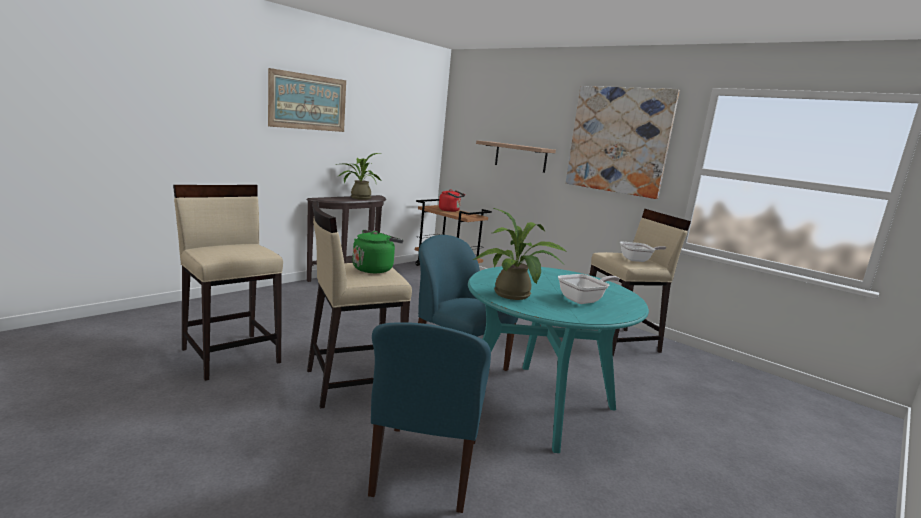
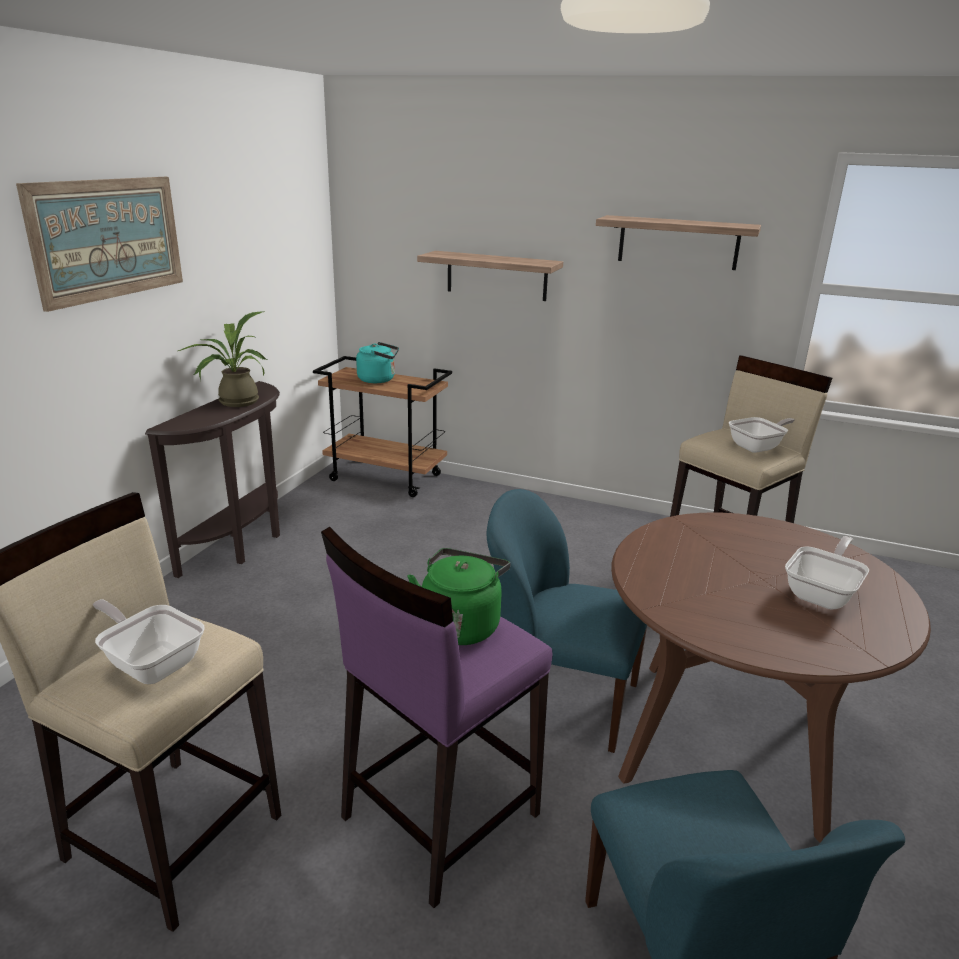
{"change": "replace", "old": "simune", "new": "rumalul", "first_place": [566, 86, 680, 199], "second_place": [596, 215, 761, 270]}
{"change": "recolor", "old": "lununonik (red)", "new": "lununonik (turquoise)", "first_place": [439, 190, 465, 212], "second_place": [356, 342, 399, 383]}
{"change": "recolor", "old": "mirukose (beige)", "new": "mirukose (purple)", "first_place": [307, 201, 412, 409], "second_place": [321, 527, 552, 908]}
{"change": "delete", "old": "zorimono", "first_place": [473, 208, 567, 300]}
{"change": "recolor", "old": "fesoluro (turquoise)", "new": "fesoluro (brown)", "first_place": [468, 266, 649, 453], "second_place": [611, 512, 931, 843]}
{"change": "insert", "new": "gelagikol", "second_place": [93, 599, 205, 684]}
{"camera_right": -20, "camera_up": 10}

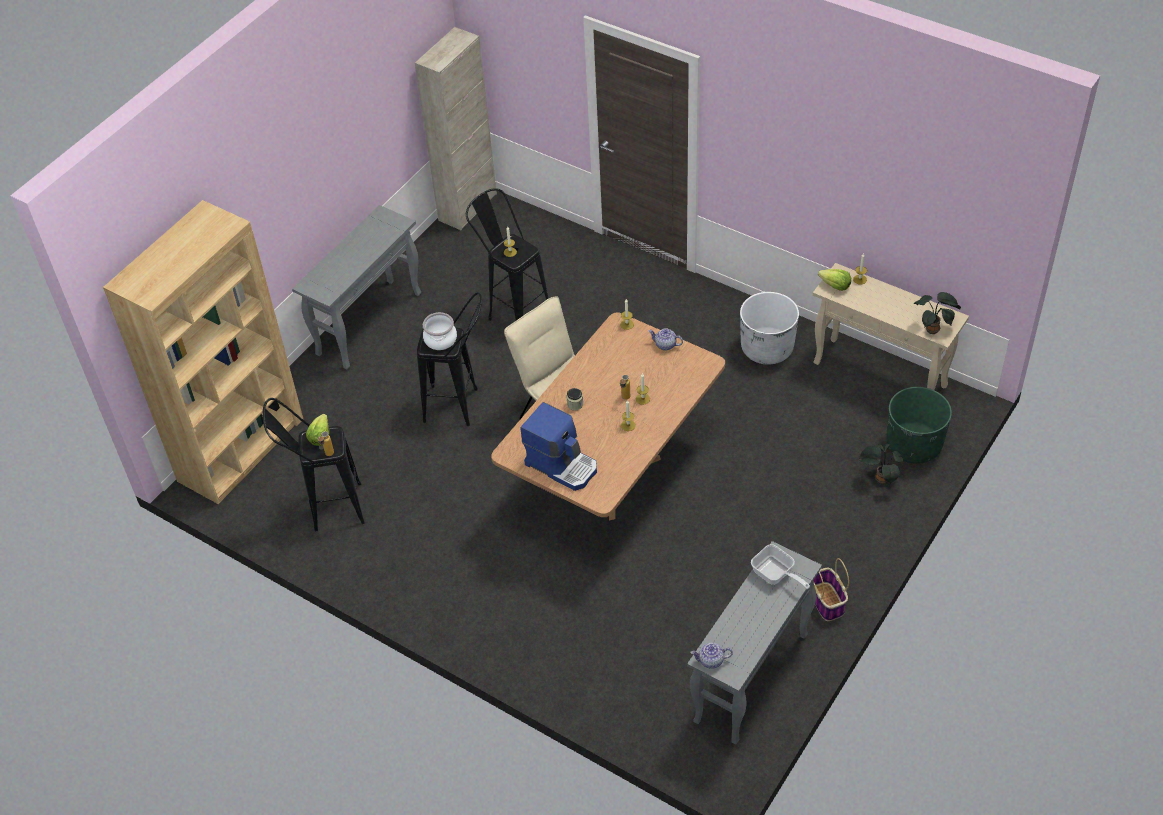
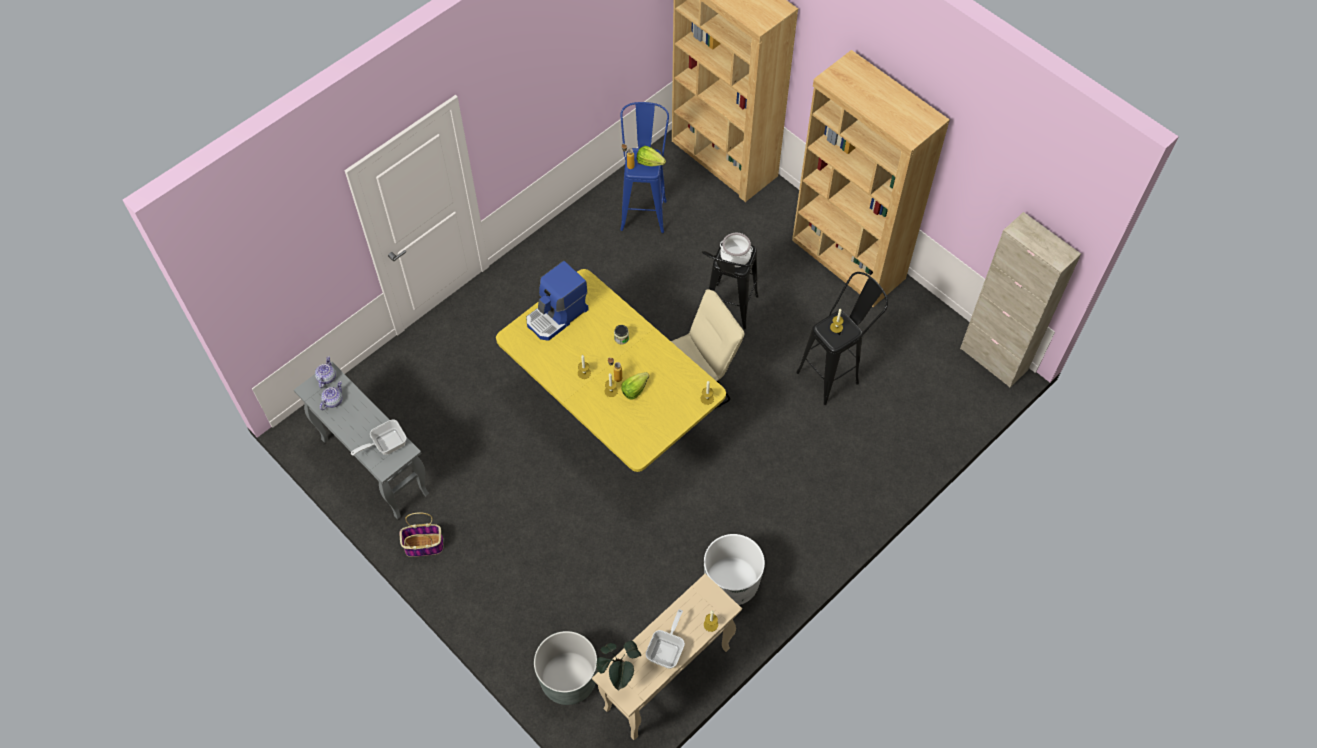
{"change": "replace", "old": "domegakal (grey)", "new": "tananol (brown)", "first_place": [292, 205, 421, 370], "second_place": [792, 50, 950, 307]}
{"change": "move", "old": "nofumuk", "first_place": [818, 269, 851, 291], "second_place": [621, 372, 649, 400]}
{"change": "recolor", "old": "fesoluro (brown)", "new": "fesoluro (yellow)", "first_place": [491, 313, 725, 521], "second_place": [496, 269, 726, 472]}
{"change": "move", "old": "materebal", "first_place": [649, 328, 683, 350], "second_place": [320, 381, 342, 410]}
{"change": "recolor", "old": "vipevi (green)", "new": "vipevi (grey)", "first_place": [886, 387, 952, 464], "second_place": [534, 631, 597, 705]}
{"change": "recolor", "old": "mirukose (black)", "new": "mirukose (blue)", "first_place": [262, 398, 365, 531], "second_place": [620, 102, 669, 233]}
{"change": "delete", "old": "zorimono", "first_place": [859, 444, 903, 485]}
{"change": "insert", "new": "gelagikol", "second_place": [646, 609, 685, 669]}
{"camera_right": 100, "camera_up": 10}

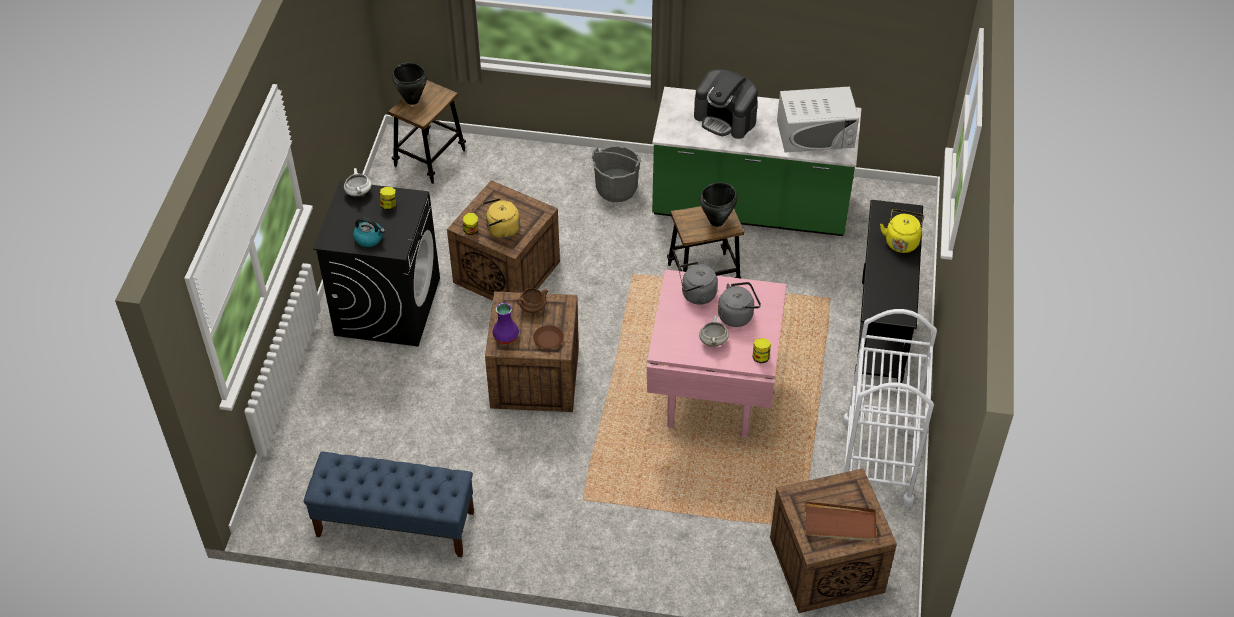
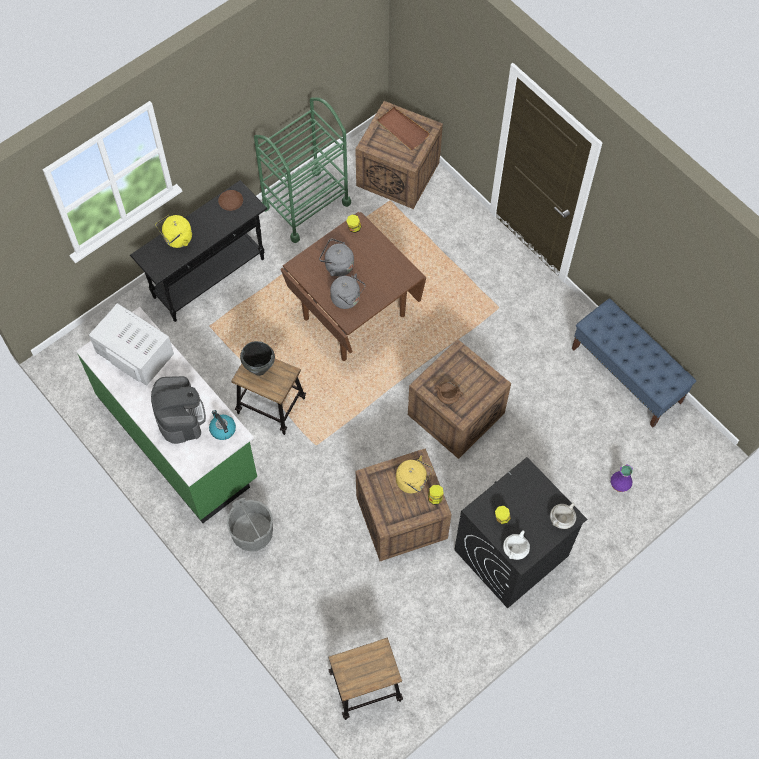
{"change": "delete", "old": "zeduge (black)", "first_place": [392, 63, 427, 105]}
{"change": "move", "old": "lununonik", "first_place": [353, 218, 385, 247], "second_place": [209, 410, 236, 440]}
{"change": "recolor", "old": "fesoluro (pink)", "new": "fesoluro (brown)", "first_place": [647, 270, 787, 438], "second_place": [280, 212, 426, 361]}
{"change": "move", "old": "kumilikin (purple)", "first_place": [492, 303, 519, 344], "second_place": [611, 464, 633, 492]}
{"change": "recolor", "old": "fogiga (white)", "new": "fogiga (green)", "first_place": [842, 309, 937, 507], "second_place": [254, 98, 351, 243]}
{"change": "move", "old": "zeduge (white)", "first_place": [699, 316, 729, 347], "second_place": [550, 502, 576, 529]}
{"change": "move", "old": "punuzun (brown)", "first_place": [533, 325, 564, 349], "second_place": [218, 190, 243, 211]}
{"camera_right": -140, "camera_up": 15}

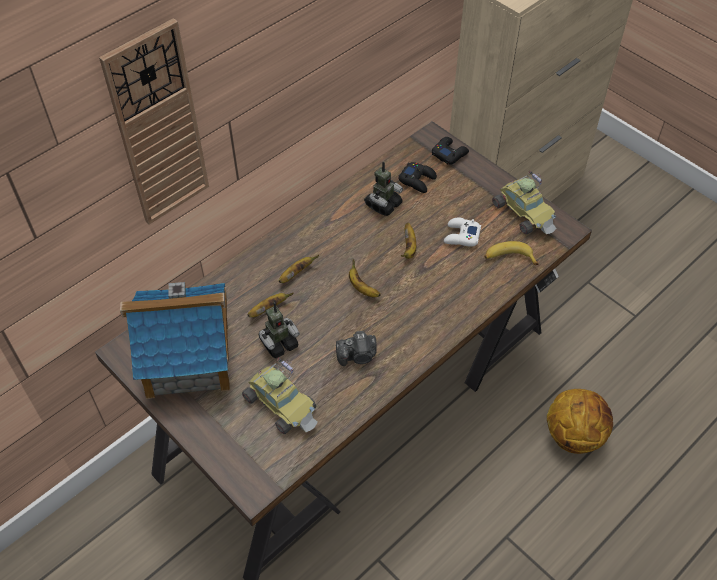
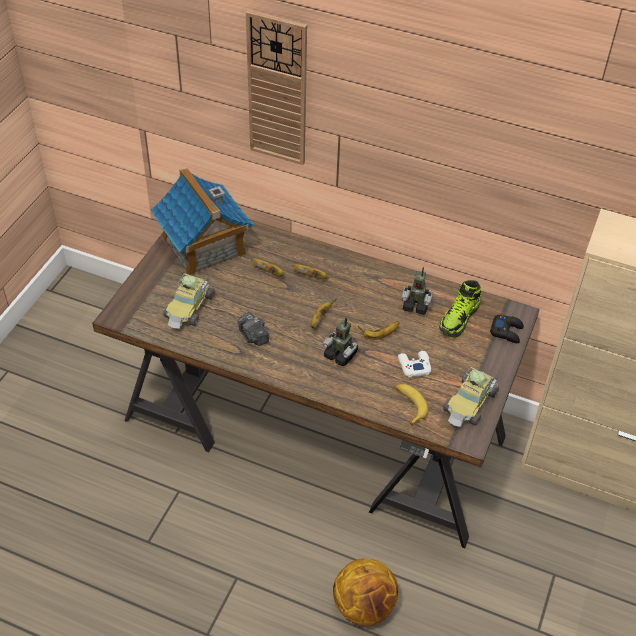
{"change": "replace", "old": "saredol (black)", "new": "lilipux", "first_place": [398, 162, 437, 193], "second_place": [439, 280, 481, 338]}
{"change": "move", "old": "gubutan", "first_place": [259, 302, 300, 358], "second_place": [323, 317, 358, 366]}
{"camera_right": 65, "camera_up": -5}

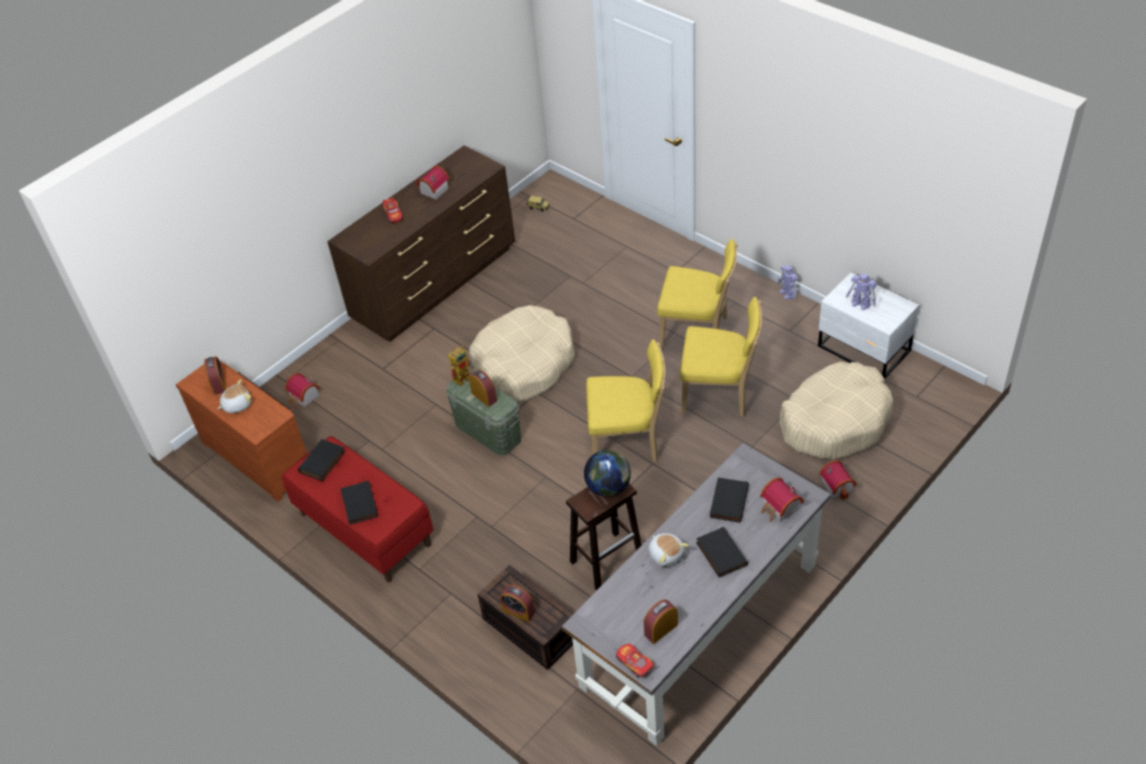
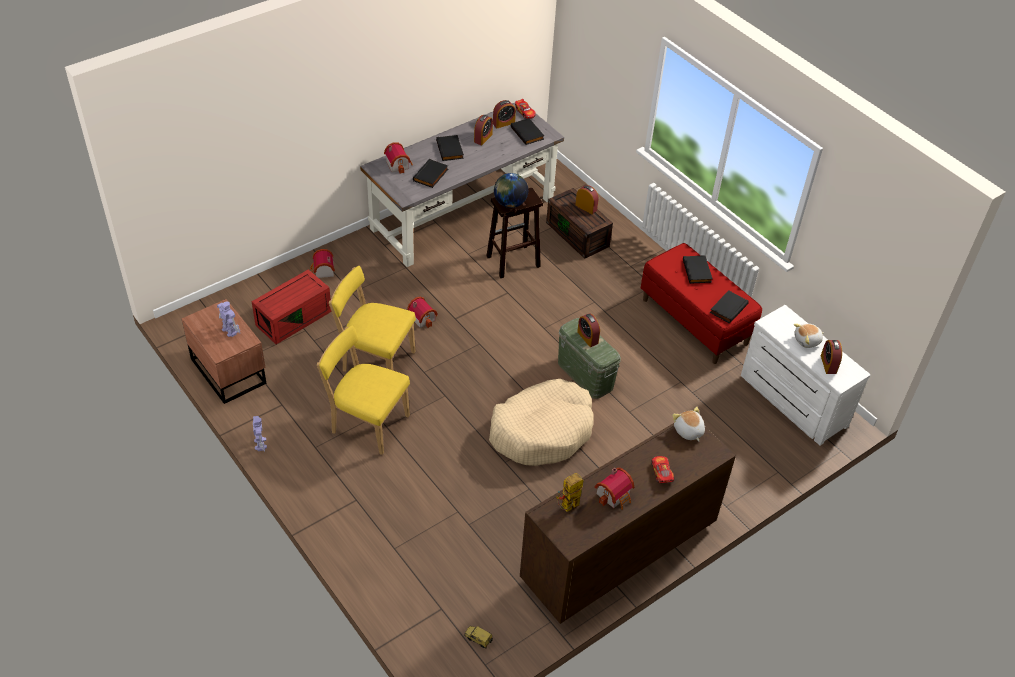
{"change": "recolor", "old": "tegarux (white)", "new": "tegarux (brown)", "first_place": [818, 273, 919, 379], "second_place": [181, 299, 267, 404]}
{"change": "delete", "old": "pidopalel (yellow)", "first_place": [586, 339, 665, 462]}
{"change": "move", "old": "gubutan", "first_place": [448, 345, 474, 386], "second_place": [556, 473, 584, 512]}
{"change": "recolor", "old": "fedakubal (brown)", "new": "fedakubal (white)", "first_place": [176, 361, 307, 502], "second_place": [741, 305, 870, 446]}
{"change": "replace", "old": "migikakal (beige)", "new": "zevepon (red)", "first_place": [780, 362, 893, 459], "second_place": [252, 270, 332, 344]}
{"change": "move", "old": "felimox", "first_place": [285, 373, 320, 409], "second_place": [407, 297, 438, 328]}
{"change": "move", "old": "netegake", "first_place": [649, 533, 689, 567], "second_place": [672, 406, 705, 441]}
{"change": "insert", "new": "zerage", "second_place": [474, 115, 493, 145]}
{"change": "insert", "new": "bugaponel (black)", "second_place": [511, 118, 544, 145]}
{"camera_right": -175, "camera_up": 0}

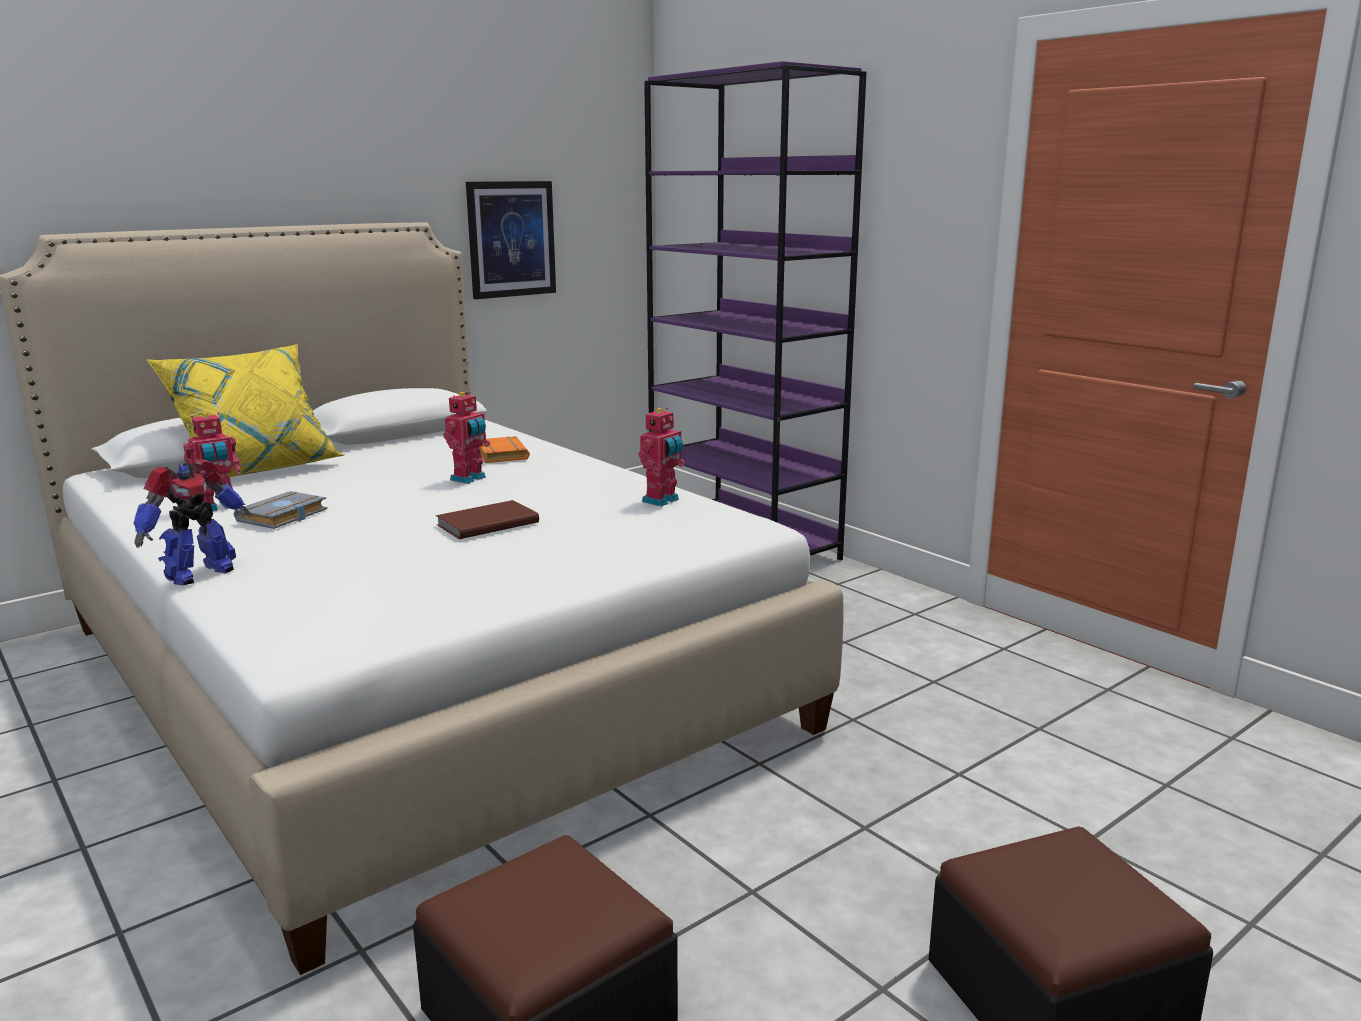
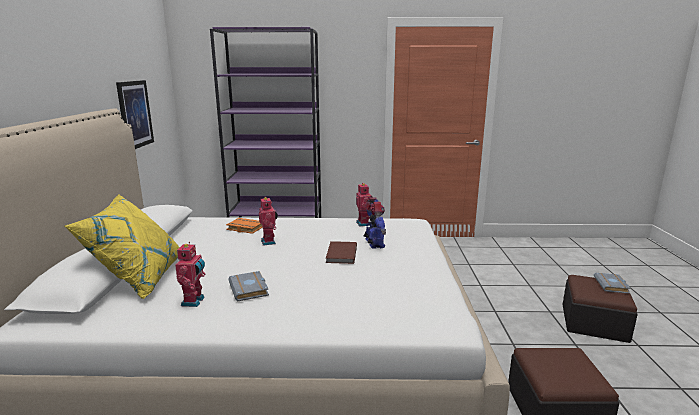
{"change": "move", "old": "gubutan", "first_place": [133, 459, 252, 586], "second_place": [364, 197, 386, 249]}
{"change": "insert", "new": "bugaponel (grey)", "second_place": [594, 273, 631, 294]}
{"camera_right": -50, "camera_up": 0}

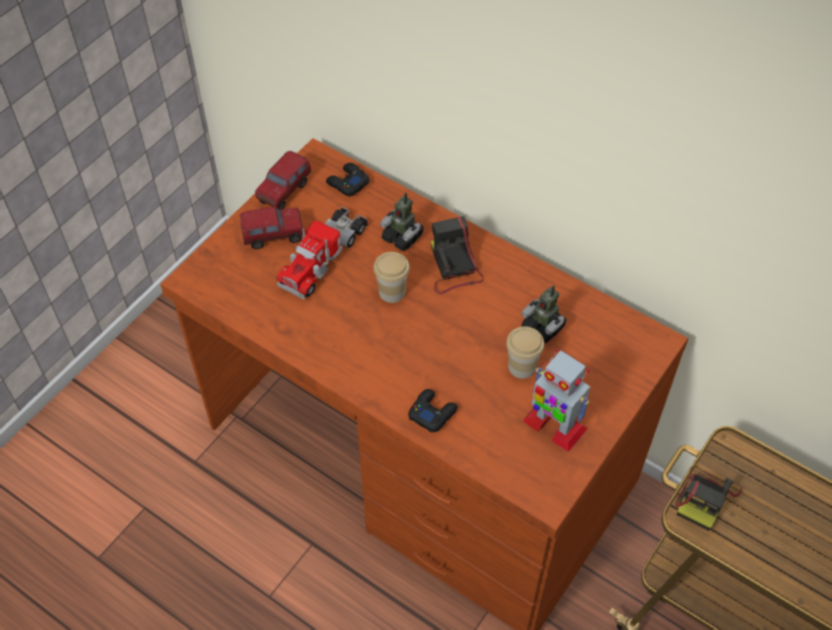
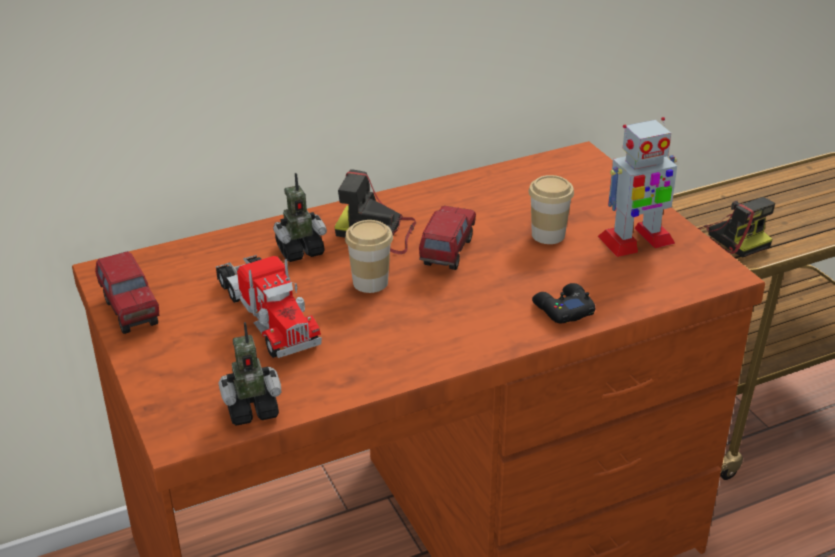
{"change": "delete", "old": "saredol (black)", "first_place": [326, 163, 370, 196]}
{"change": "move", "old": "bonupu", "first_place": [239, 207, 303, 249], "second_place": [419, 206, 476, 270]}
{"change": "move", "old": "gubutan", "first_place": [521, 286, 566, 343], "second_place": [218, 322, 281, 426]}
{"camera_right": -60, "camera_up": -20}

